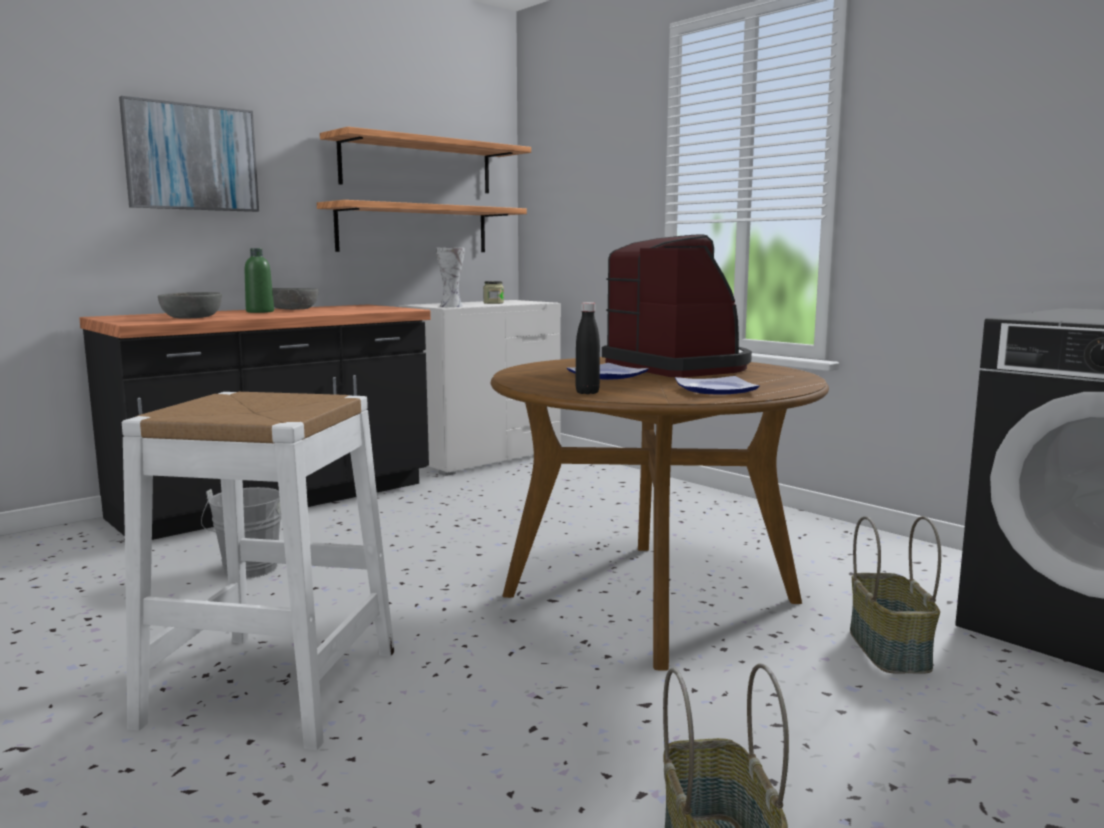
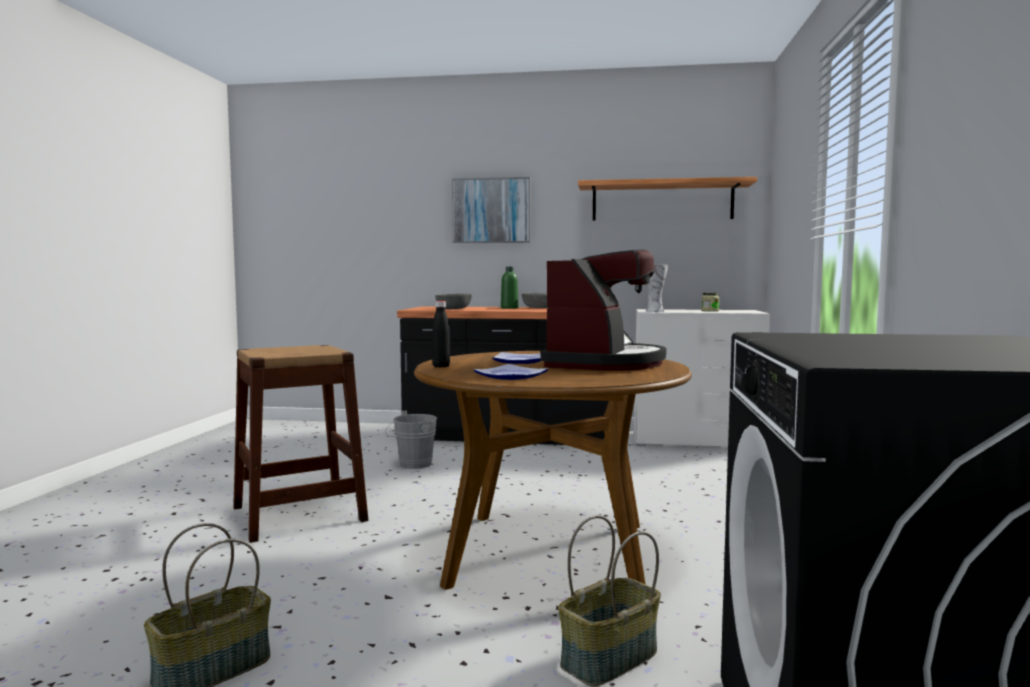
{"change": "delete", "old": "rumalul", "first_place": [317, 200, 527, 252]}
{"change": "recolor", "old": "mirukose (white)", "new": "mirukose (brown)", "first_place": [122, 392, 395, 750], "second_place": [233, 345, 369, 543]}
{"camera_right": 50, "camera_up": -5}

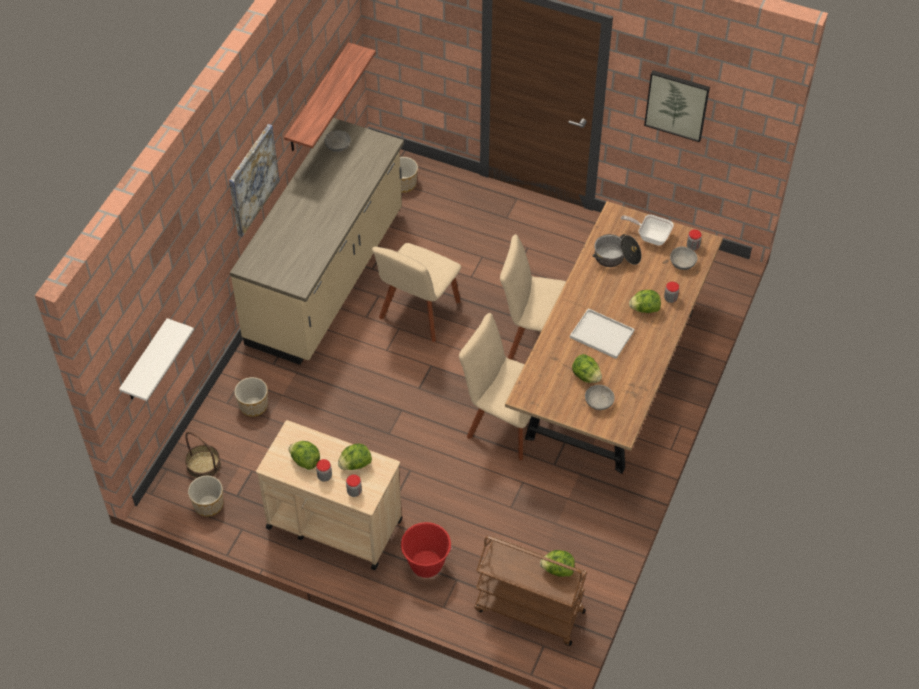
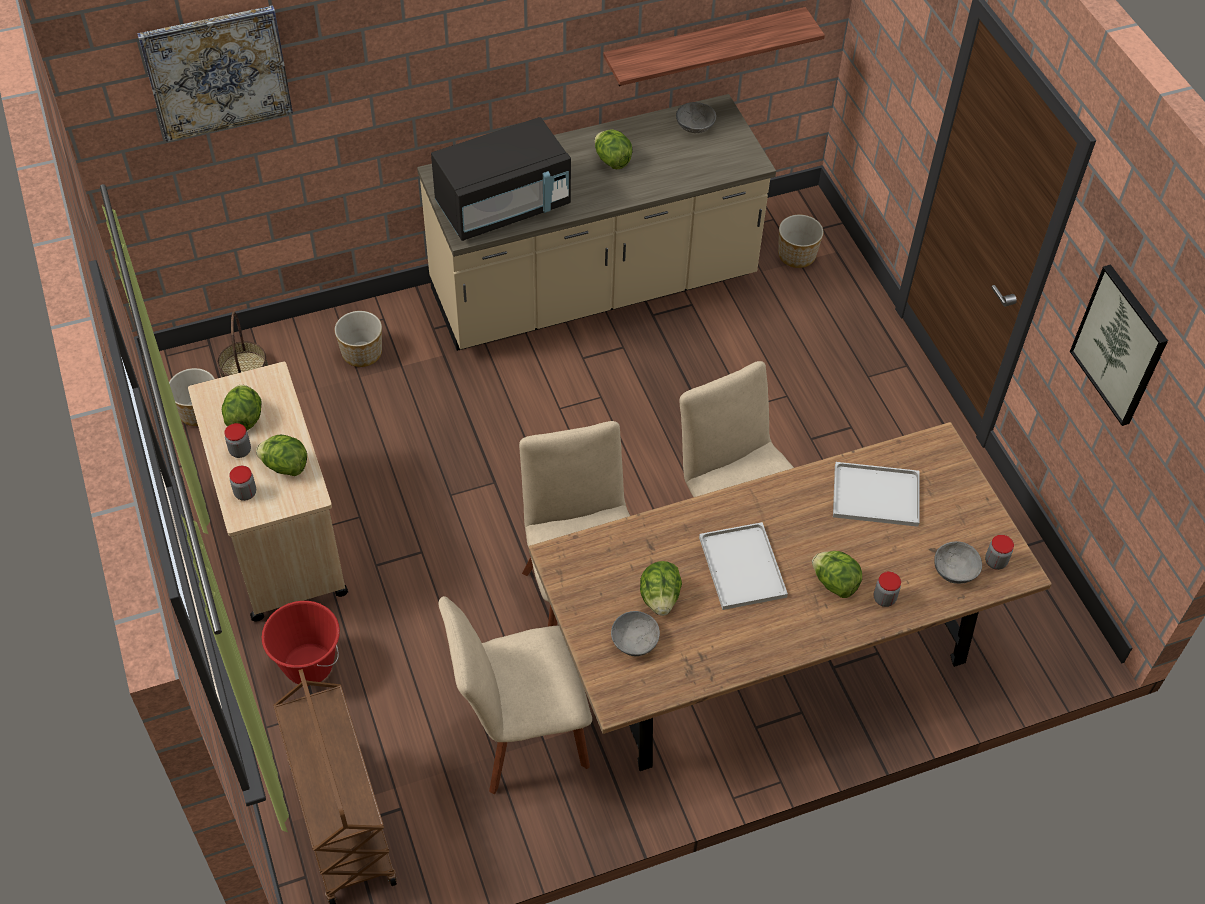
{"change": "move", "old": "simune", "first_place": [229, 124, 280, 237], "second_place": [137, 5, 293, 142]}
{"change": "delete", "old": "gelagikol", "first_place": [621, 215, 674, 246]}
{"change": "replace", "old": "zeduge", "new": "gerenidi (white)", "first_place": [592, 234, 641, 267], "second_place": [833, 462, 920, 527]}
{"change": "move", "old": "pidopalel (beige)", "first_place": [372, 243, 461, 342], "second_place": [439, 596, 592, 794]}
{"change": "delete", "old": "rumalul (white)", "first_place": [119, 318, 194, 401]}
{"change": "move", "old": "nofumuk", "first_place": [540, 550, 575, 577], "second_place": [595, 129, 633, 169]}
{"change": "insert", "new": "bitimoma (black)", "second_place": [431, 117, 571, 241]}
{"camera_right": 45, "camera_up": 0}

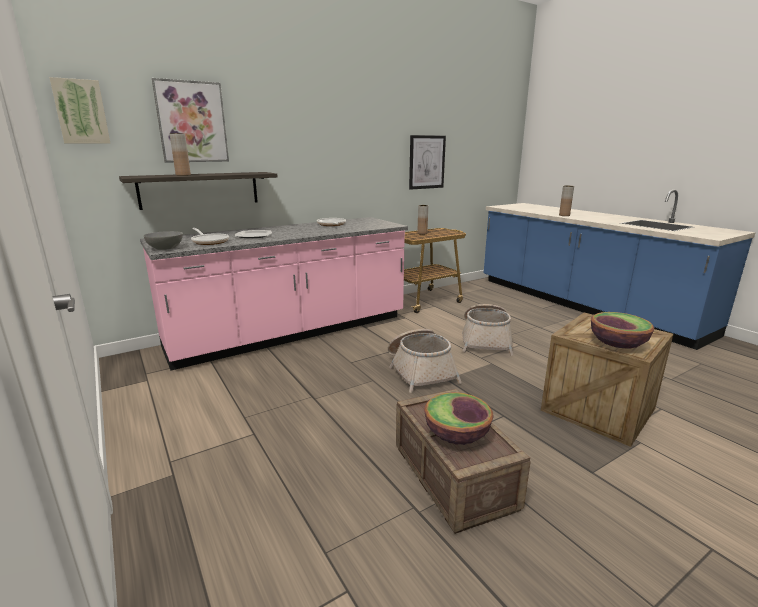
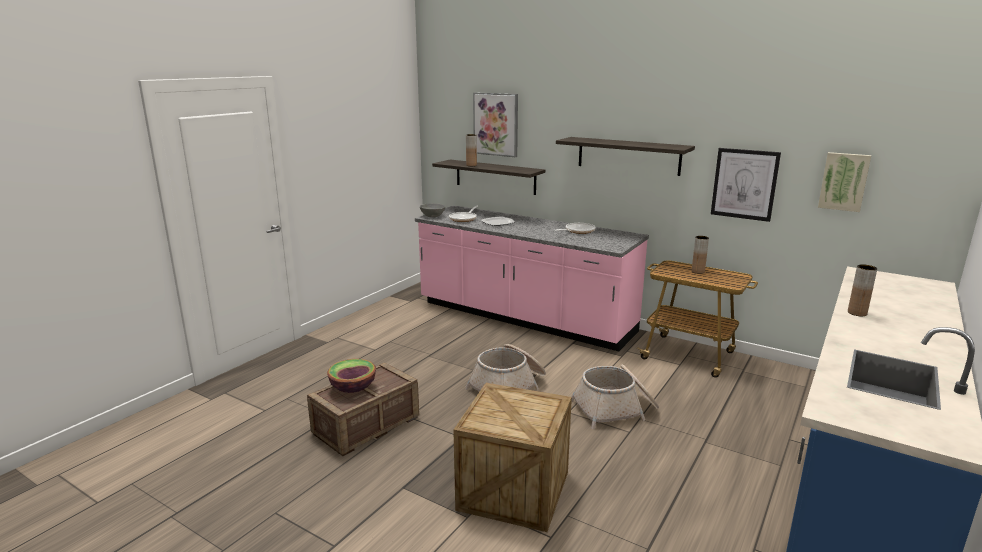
{"change": "move", "old": "simune", "first_place": [49, 77, 111, 144], "second_place": [818, 152, 871, 212]}
{"change": "delete", "old": "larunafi", "first_place": [591, 312, 655, 348]}
{"change": "insert", "new": "rumalul", "second_place": [556, 137, 695, 176]}
{"camera_right": 65, "camera_up": 0}

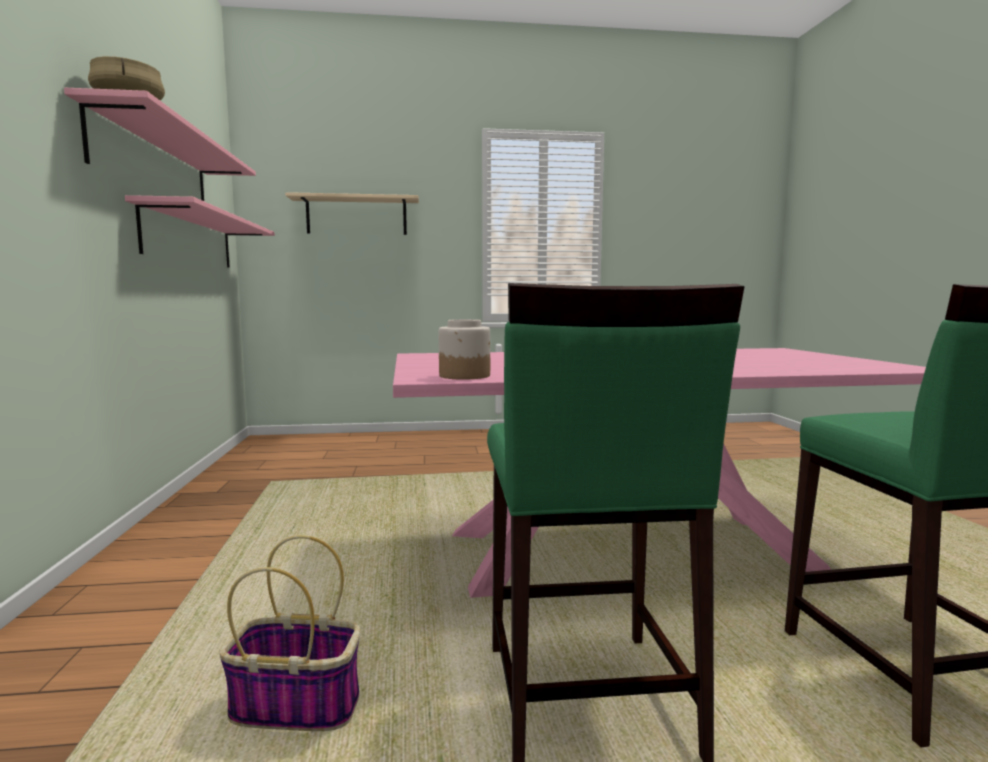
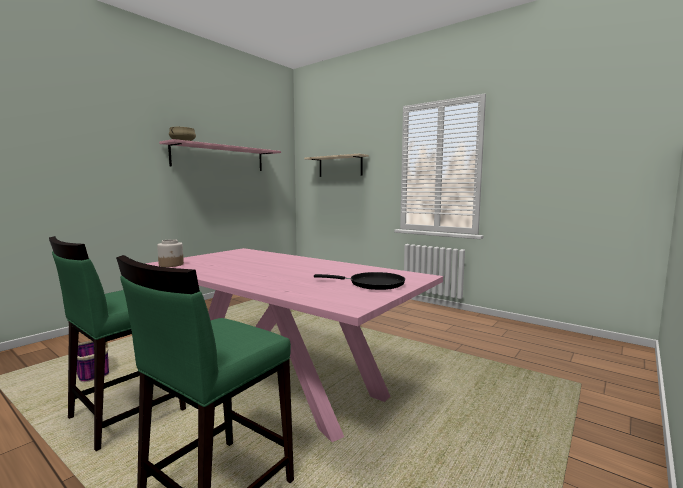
{"change": "delete", "old": "rumalul (pink)", "first_place": [125, 195, 275, 267]}
{"change": "insert", "new": "gelagikol (black)", "second_place": [314, 272, 405, 290]}
{"camera_right": 45, "camera_up": 0}

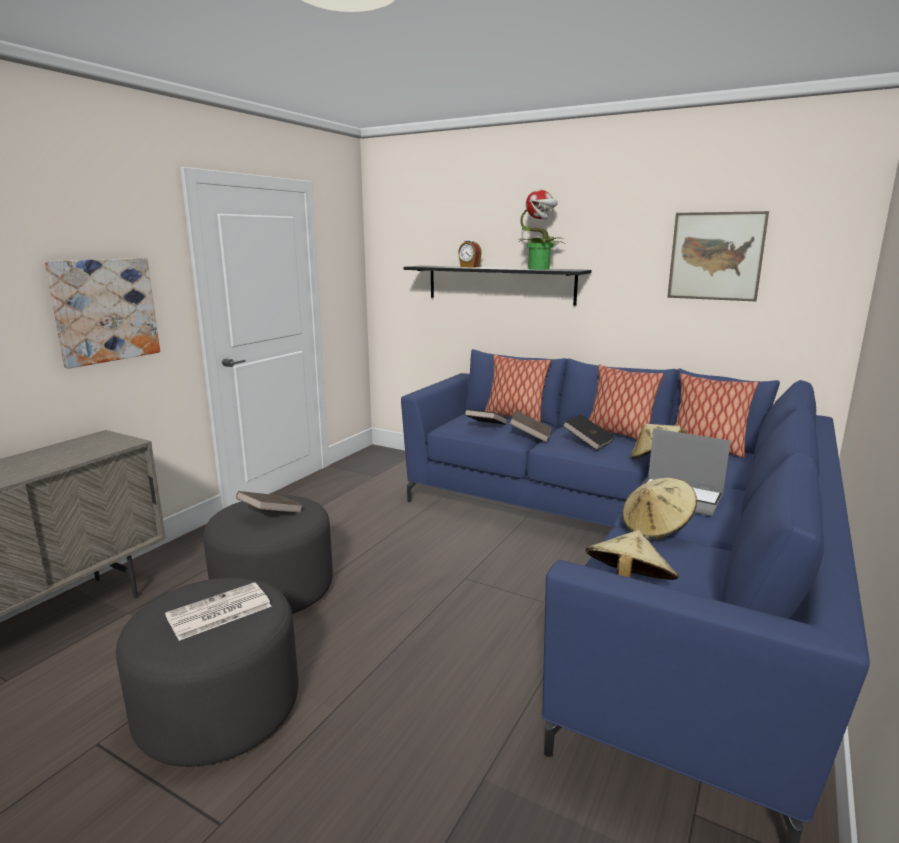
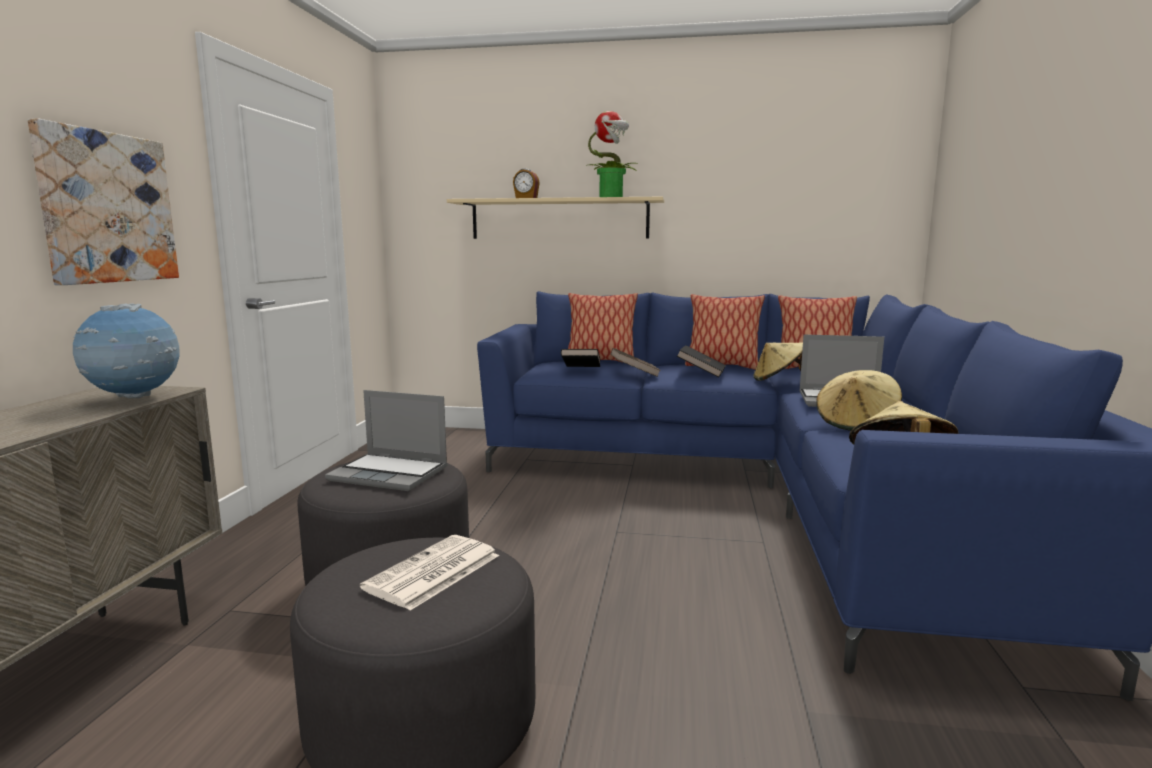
{"change": "delete", "old": "simune", "first_place": [667, 211, 769, 301]}
{"change": "recolor", "old": "rumalul (black)", "new": "rumalul (beige)", "first_place": [404, 265, 592, 306], "second_place": [447, 197, 664, 239]}
{"change": "replace", "old": "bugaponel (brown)", "new": "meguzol", "first_place": [236, 491, 303, 513], "second_place": [325, 390, 448, 491]}
{"change": "insert", "new": "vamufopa", "second_place": [73, 303, 180, 398]}
{"camera_right": -20, "camera_up": -5}

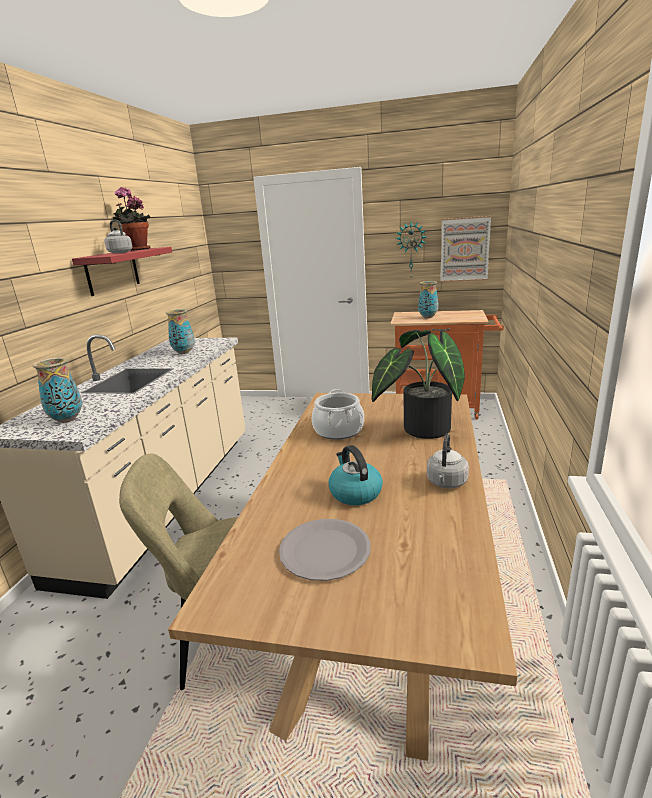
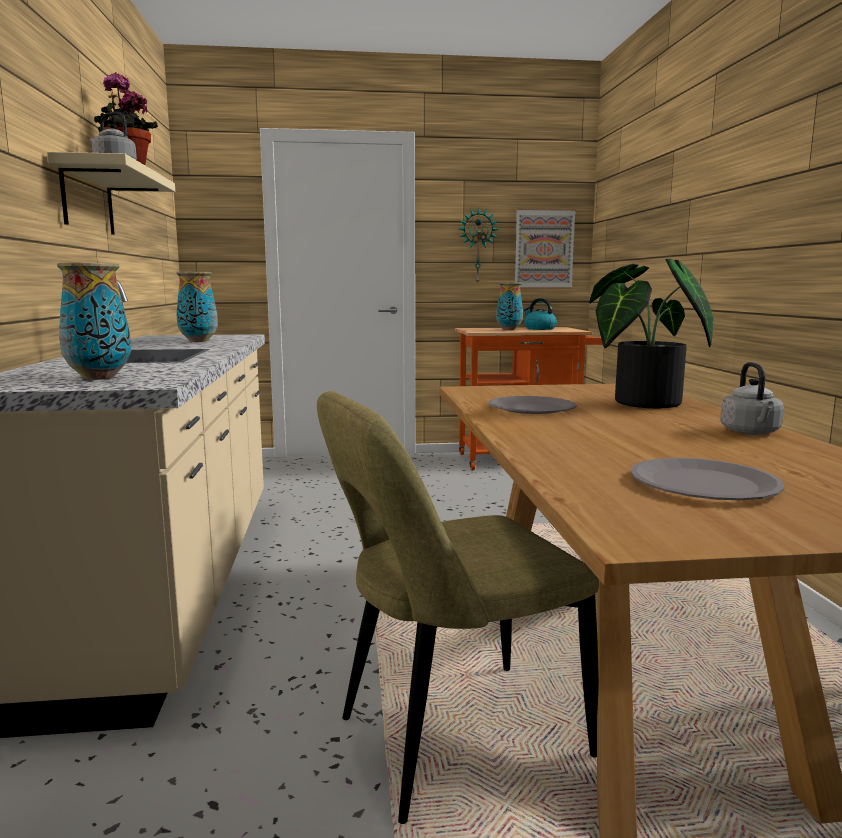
{"change": "recolor", "old": "rumalul (red)", "new": "rumalul (beige)", "first_place": [72, 247, 172, 296], "second_place": [47, 152, 175, 235]}
{"change": "replace", "old": "zeduge", "new": "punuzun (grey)", "first_place": [312, 389, 364, 440], "second_place": [488, 396, 577, 414]}
{"change": "move", "old": "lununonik", "first_place": [328, 445, 383, 505], "second_place": [524, 298, 557, 330]}
{"camera_right": -20, "camera_up": -10}

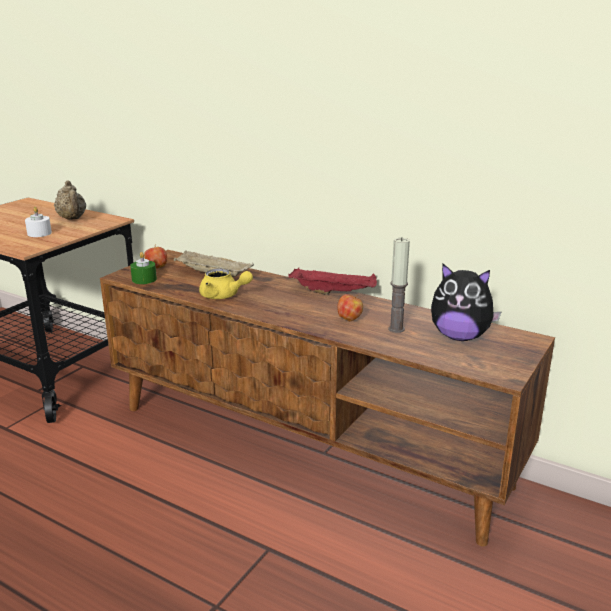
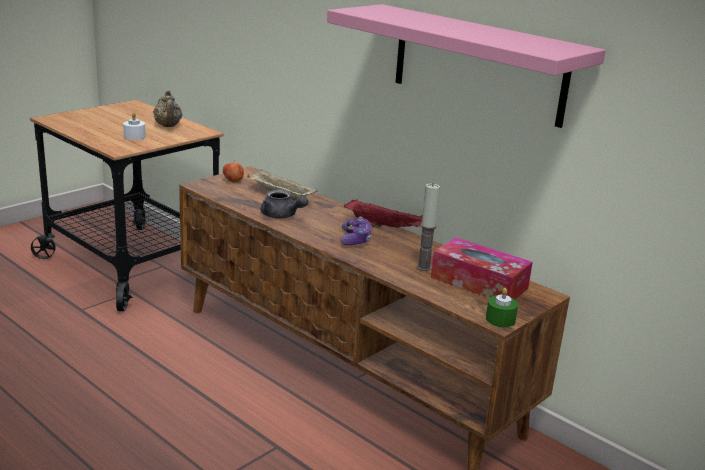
{"change": "move", "old": "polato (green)", "first_place": [130, 252, 157, 284], "second_place": [486, 288, 518, 327]}
{"change": "replace", "old": "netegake", "new": "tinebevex", "first_place": [431, 263, 501, 341], "second_place": [431, 237, 533, 299]}
{"change": "recolor", "old": "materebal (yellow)", "new": "materebal (grey)", "first_place": [199, 268, 253, 299], "second_place": [261, 190, 308, 219]}
{"change": "delete", "old": "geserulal", "first_place": [337, 294, 363, 321]}
{"change": "insert", "new": "rumalul (pink)", "second_place": [327, 4, 606, 128]}
{"change": "insert", "new": "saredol", "second_place": [340, 216, 372, 246]}
{"camera_right": 10, "camera_up": 0}

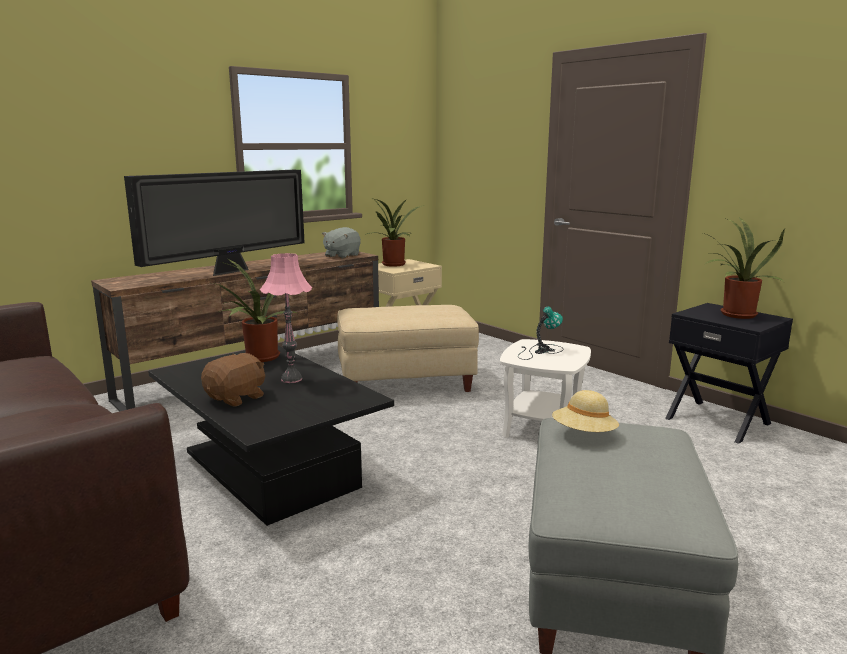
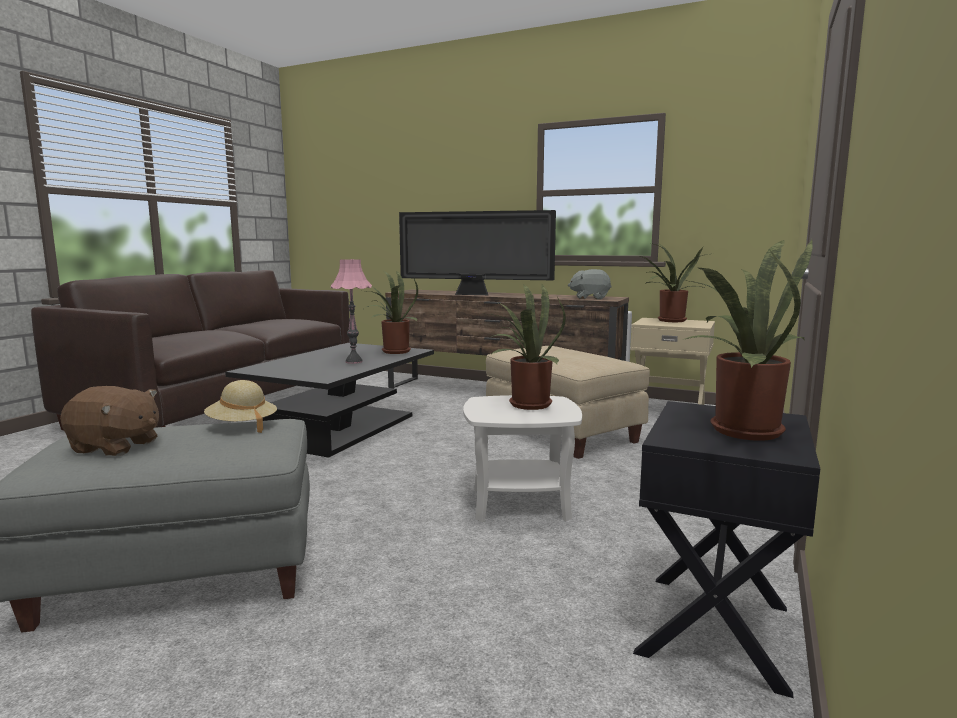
{"change": "replace", "old": "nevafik", "new": "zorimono", "first_place": [518, 307, 564, 360], "second_place": [487, 284, 566, 410]}
{"change": "move", "old": "netegake (brown)", "first_place": [201, 353, 265, 407], "second_place": [60, 386, 159, 456]}
{"camera_right": 65, "camera_up": -5}

